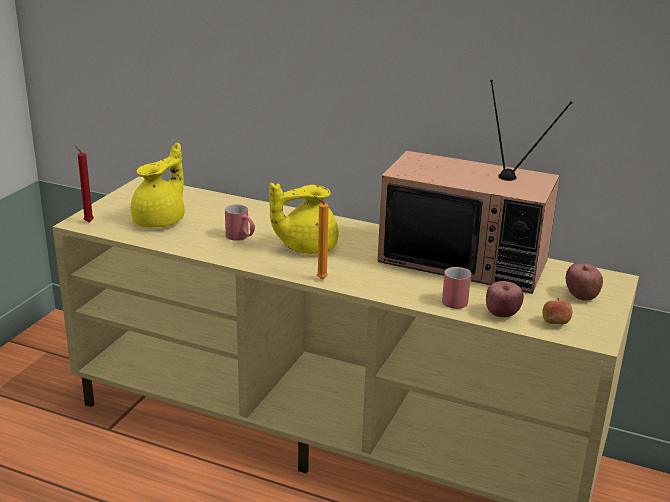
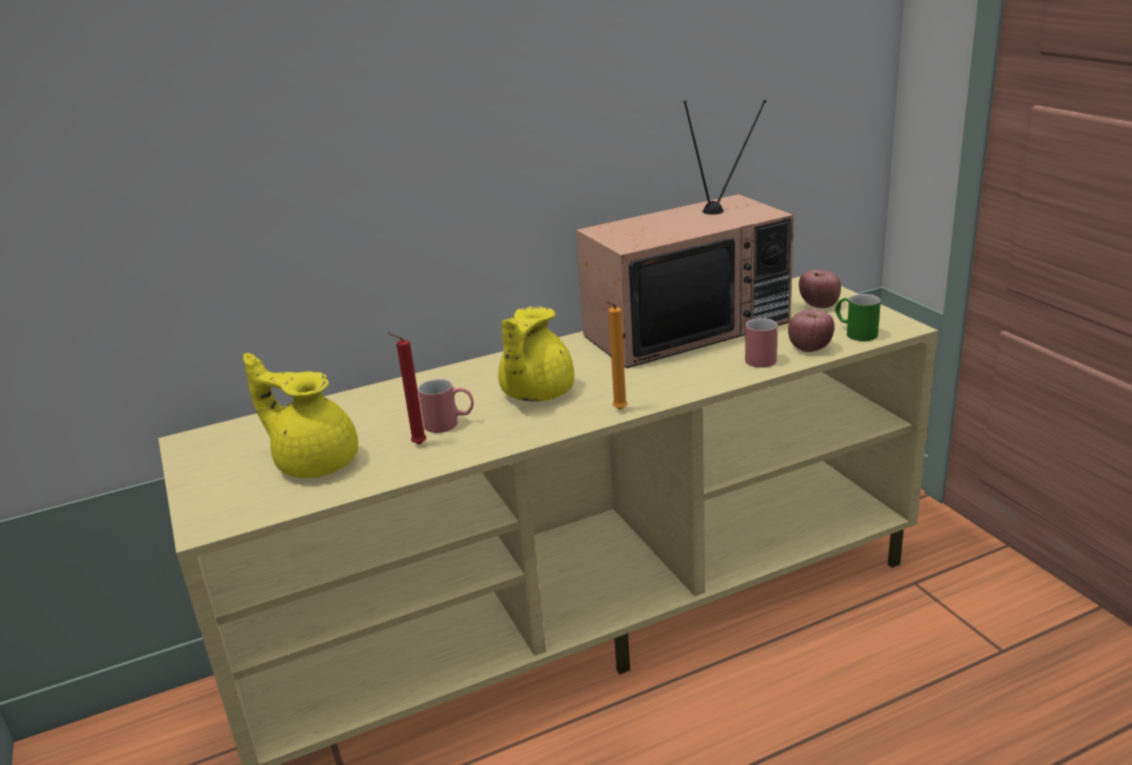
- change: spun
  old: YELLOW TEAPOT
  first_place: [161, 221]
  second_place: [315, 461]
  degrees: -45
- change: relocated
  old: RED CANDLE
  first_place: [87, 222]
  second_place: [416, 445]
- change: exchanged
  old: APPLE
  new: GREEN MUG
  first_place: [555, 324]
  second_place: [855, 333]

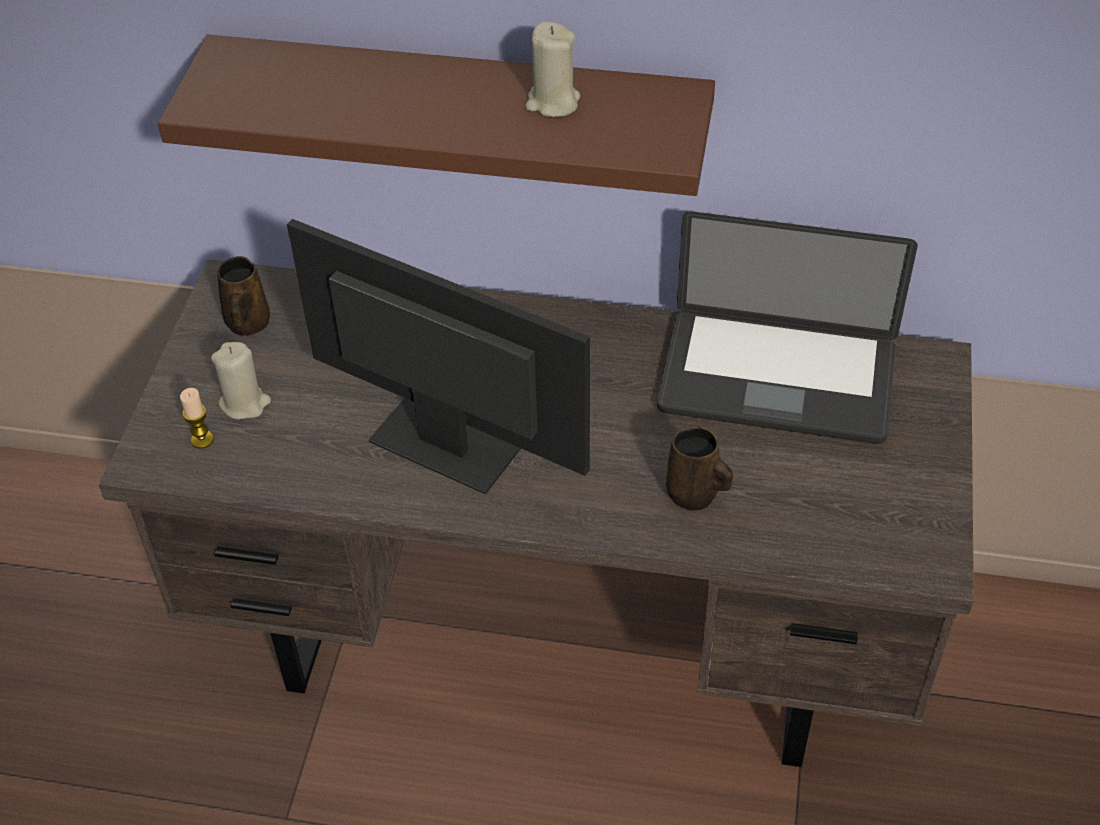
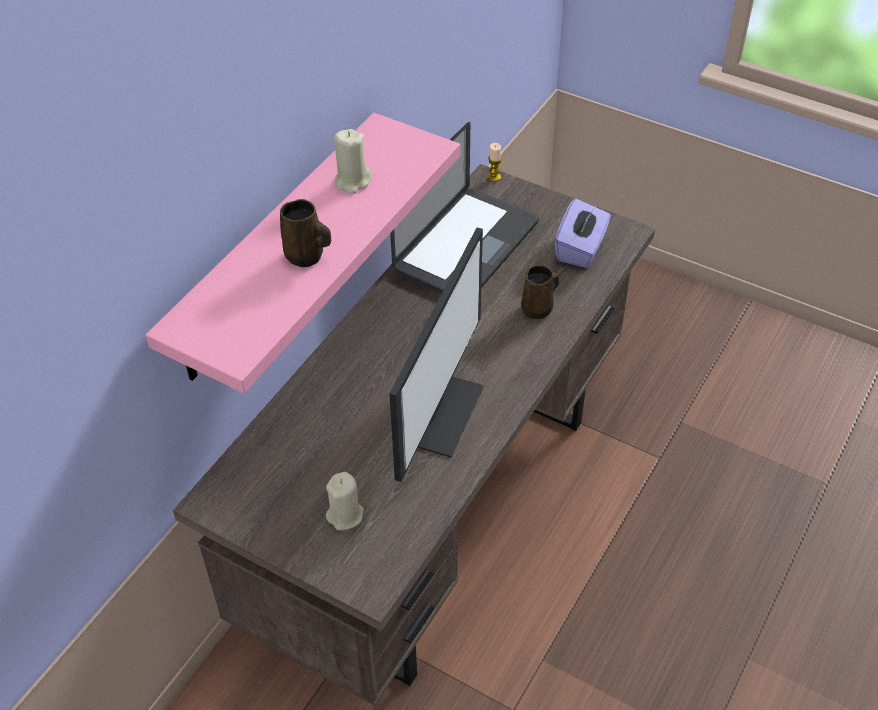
- change: colour
  old: BROWN SHELF
  new: PINK SHELF
  first_place: [459, 112]
  second_place: [275, 250]
- change: relocated
  old: BROWN MUG
  first_place: [247, 324]
  second_place: [306, 256]
- change: spun
  old: MONITOR
  first_place: [445, 441]
  second_place: [438, 411]
  degrees: 150
- change: relocated
  old: CANDLE
  first_place: [202, 440]
  second_place: [494, 177]
- change: appeared
  new: PURPLE TISSUE BOX
  second_place: [581, 249]

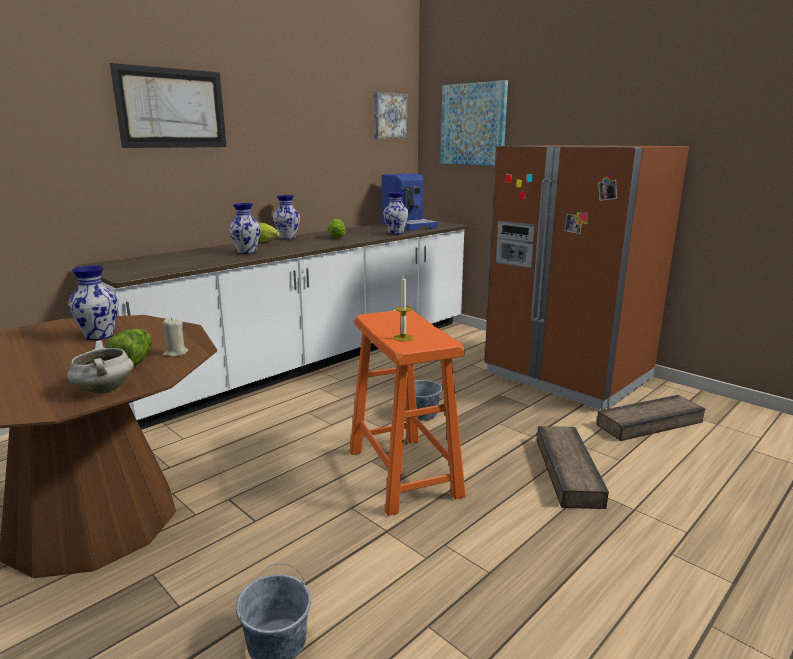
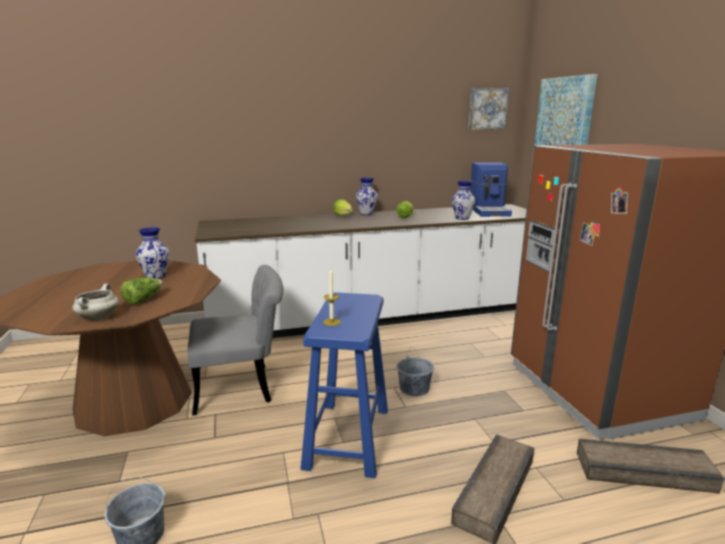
- change: appeared
  new: GREY CHAIR
  second_place: [242, 387]
- change: colour
  old: ORANGE STOOL
  new: BLUE STOOL
  first_place: [403, 472]
  second_place: [348, 437]
- change: missing
  old: PICTURE
  first_place: [172, 108]
- change: missing
  old: BEIGE CANDLE
  first_place: [175, 353]
- change: missing
  old: VASE
  first_place: [246, 252]

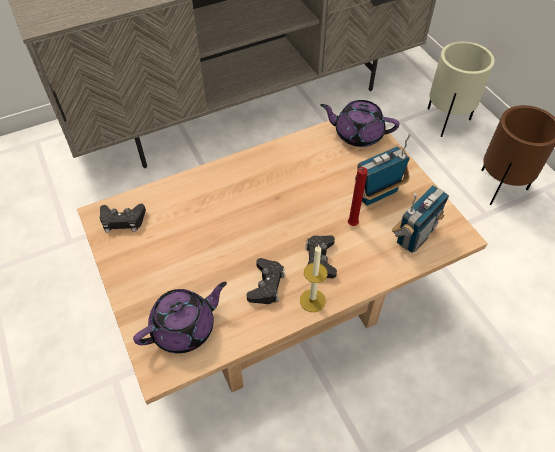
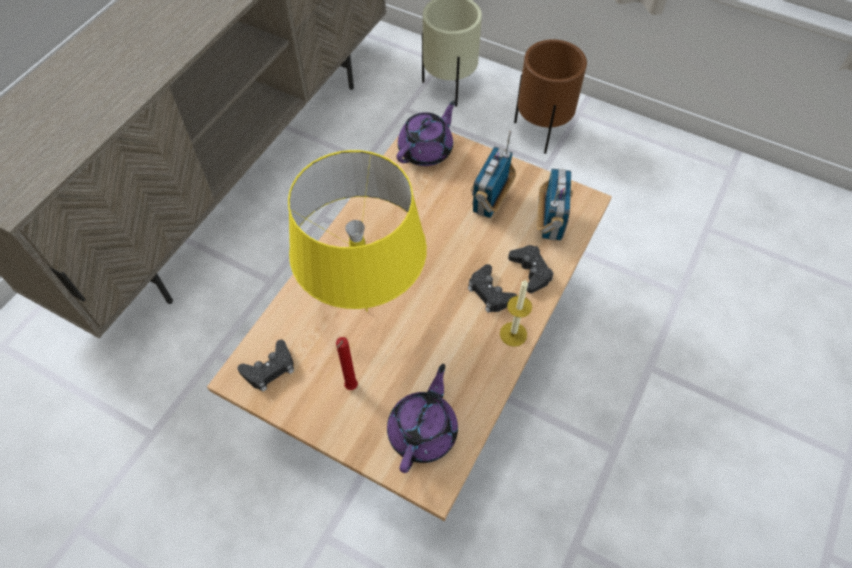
- change: appeared
  new: YELLOW TABLE LAMP
  second_place: [366, 311]
- change: relocated
  old: RED CANDLE
  first_place: [351, 225]
  second_place: [350, 388]
- change: spun
  old: PURPLE TEAPOT
  first_place: [357, 134]
  second_place: [426, 150]
  degrees: 150
- change: relocated
  old: BLACK GAME CONTROLLER
  first_place: [266, 285]
  second_place: [531, 271]

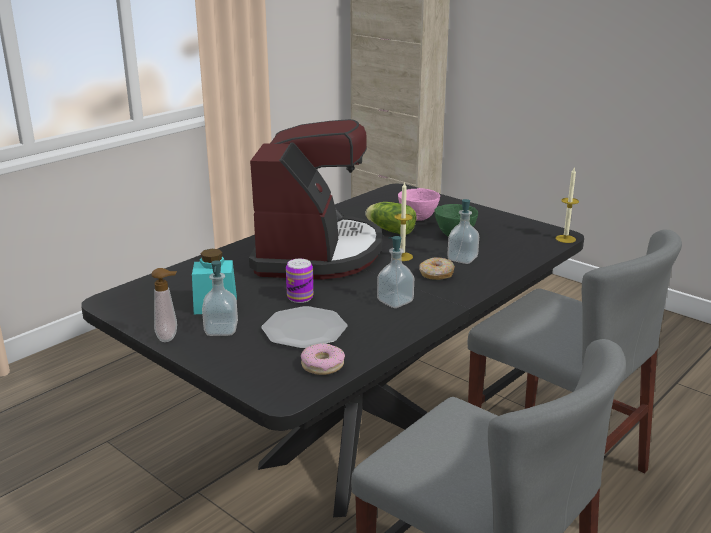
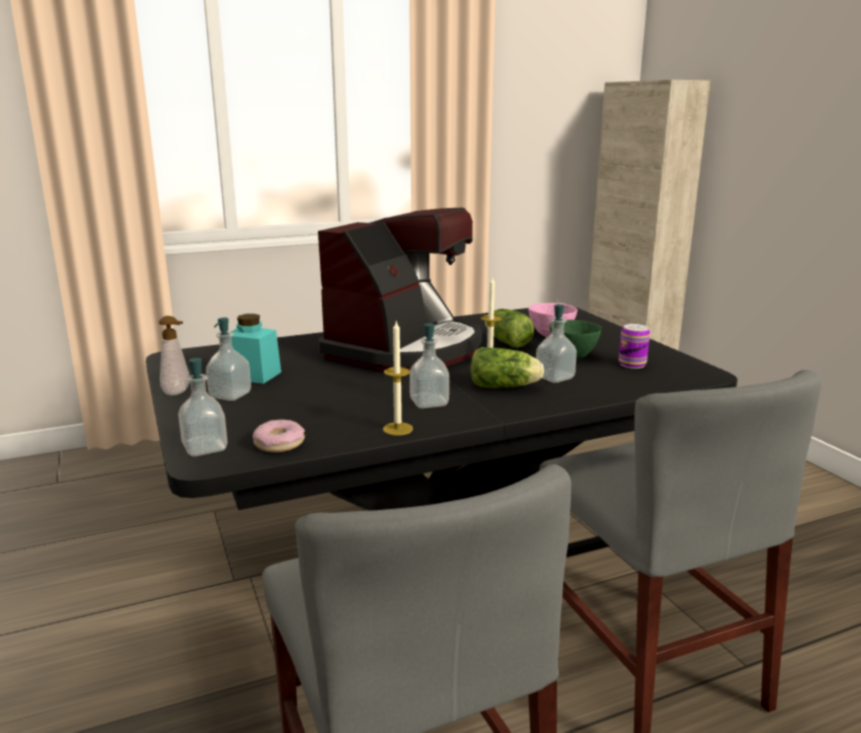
- change: appeared
  new: SOAP DISPENSER
  second_place: [205, 448]
- change: relocated
  old: CANDLE
  first_place: [565, 239]
  second_place: [398, 429]
- change: exchanged
  old: DONUT
  new: LETTUCE
  first_place: [436, 274]
  second_place: [506, 387]
- change: relocated
  old: CAN
  first_place: [300, 297]
  second_place: [632, 364]
- change: missing
  old: PLATE
  first_place: [304, 330]

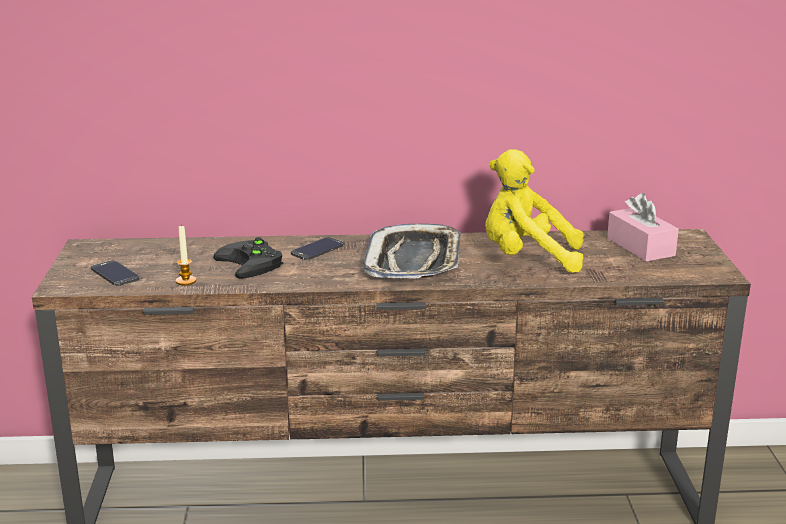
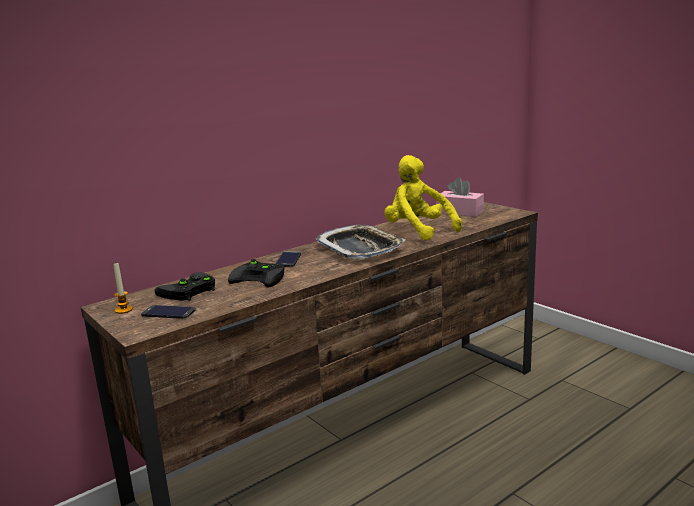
- change: relocated
  old: CANDLE
  first_place: [186, 281]
  second_place: [124, 310]
- change: appeared
  new: BLACK GAME CONTROLLER
  second_place: [187, 292]
- change: spun
  old: YELLOW PLUSH TOY
  first_place: [527, 259]
  second_place: [418, 231]
  degrees: 75

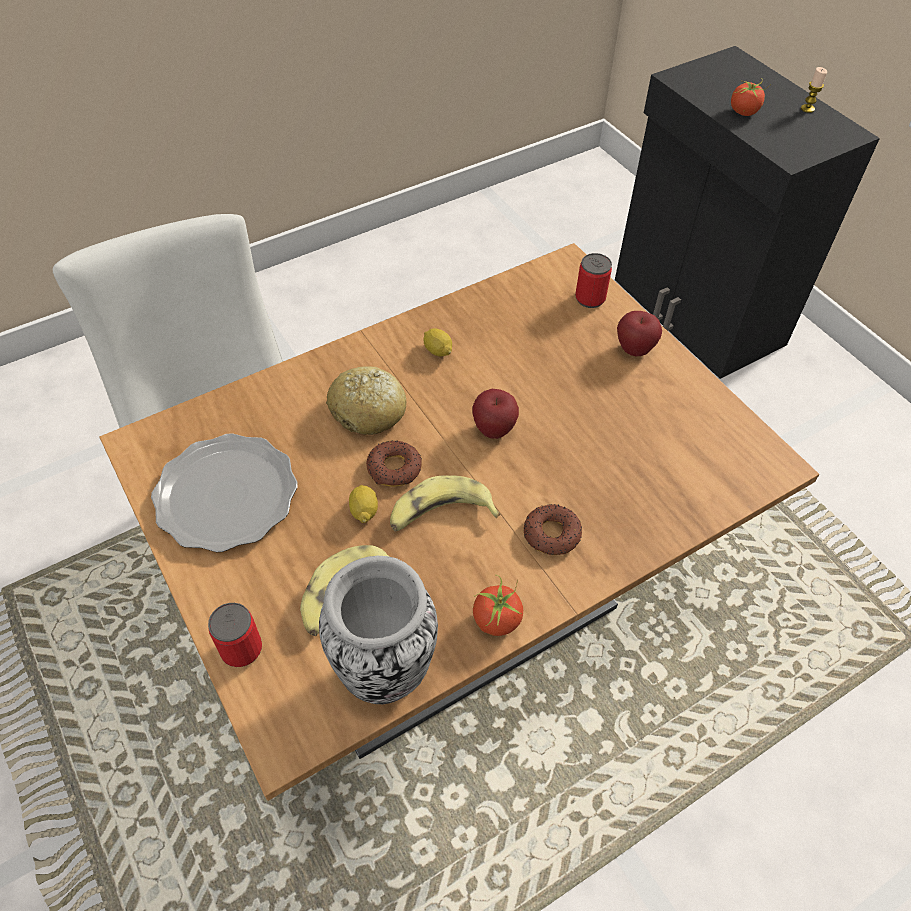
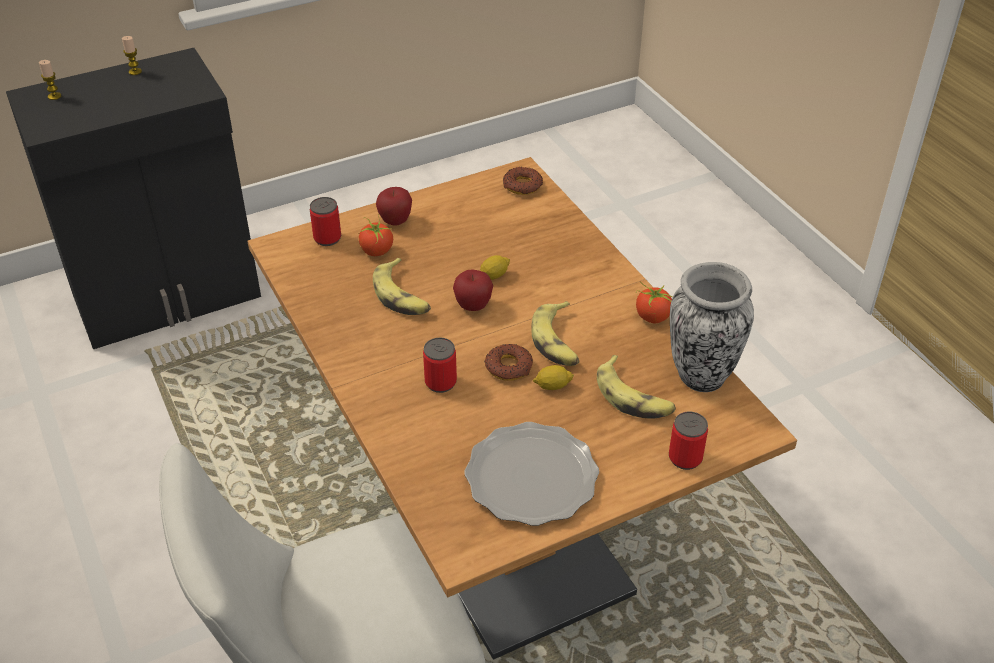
- change: appeared
  new: CANDLE
  second_place: [54, 96]
- change: relocated
  old: TOMATO
  first_place: [743, 112]
  second_place: [376, 251]
- change: appeared
  new: BANANA
  second_place: [402, 296]
- change: exchanged
  old: BREAD
  new: CAN
  first_place: [368, 410]
  second_place: [440, 382]
- change: relocated
  old: LEMON
  first_place: [437, 351]
  second_place: [494, 276]
- change: relocated
  old: DONUT
  first_place: [551, 534]
  second_place: [522, 185]

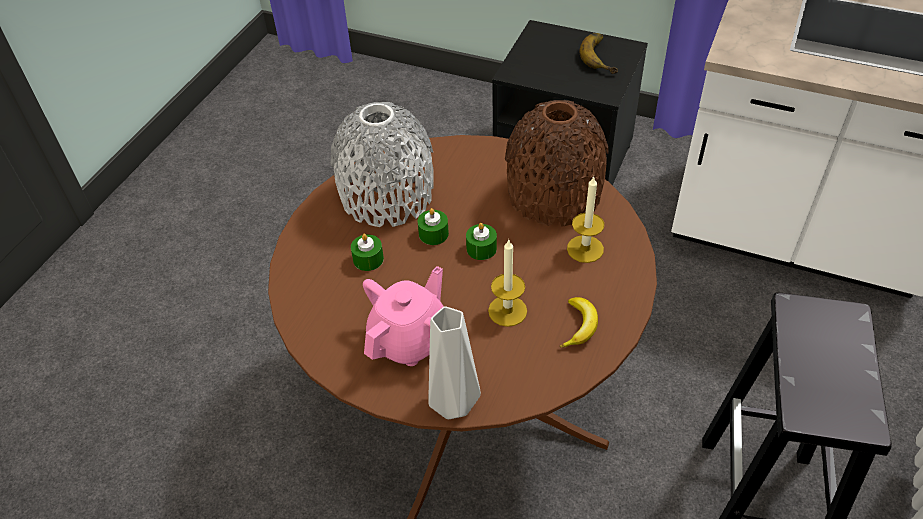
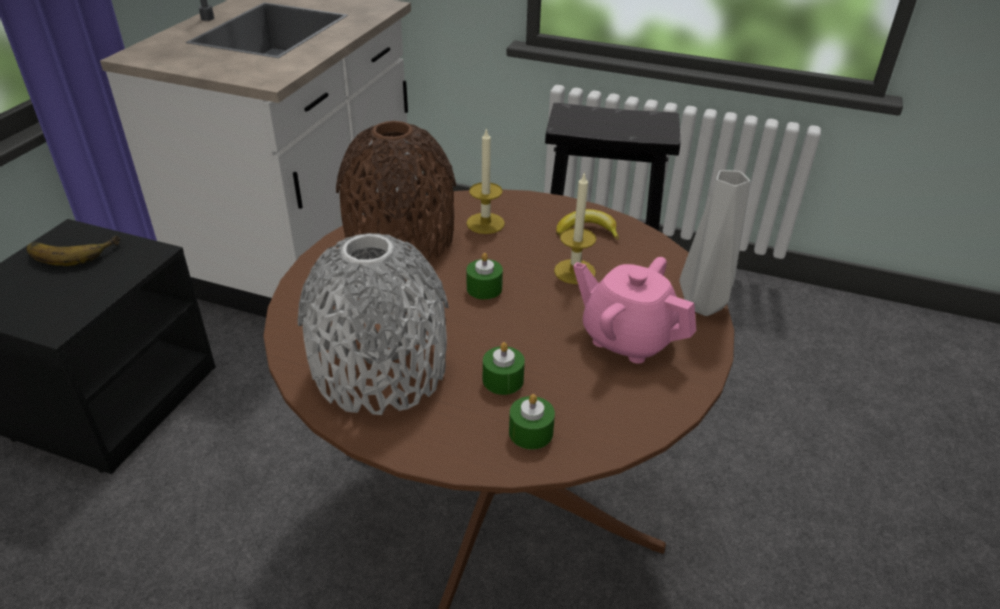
- change: relocated
  old: GREEN CANDLE
  first_place: [433, 234]
  second_place: [531, 432]

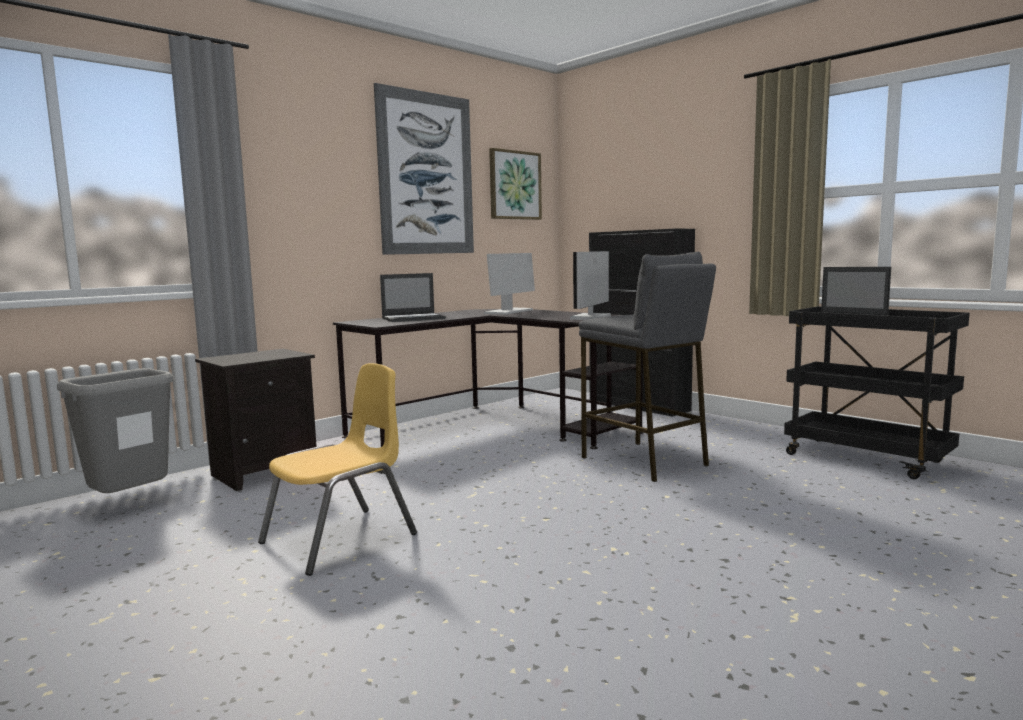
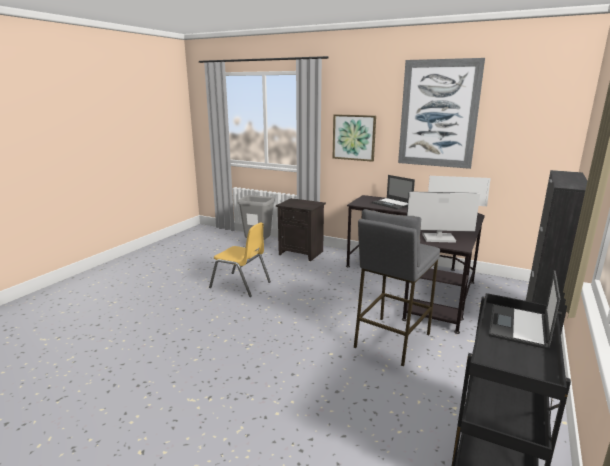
- change: relocated
  old: PICTURE
  first_place: [514, 185]
  second_place: [354, 137]

